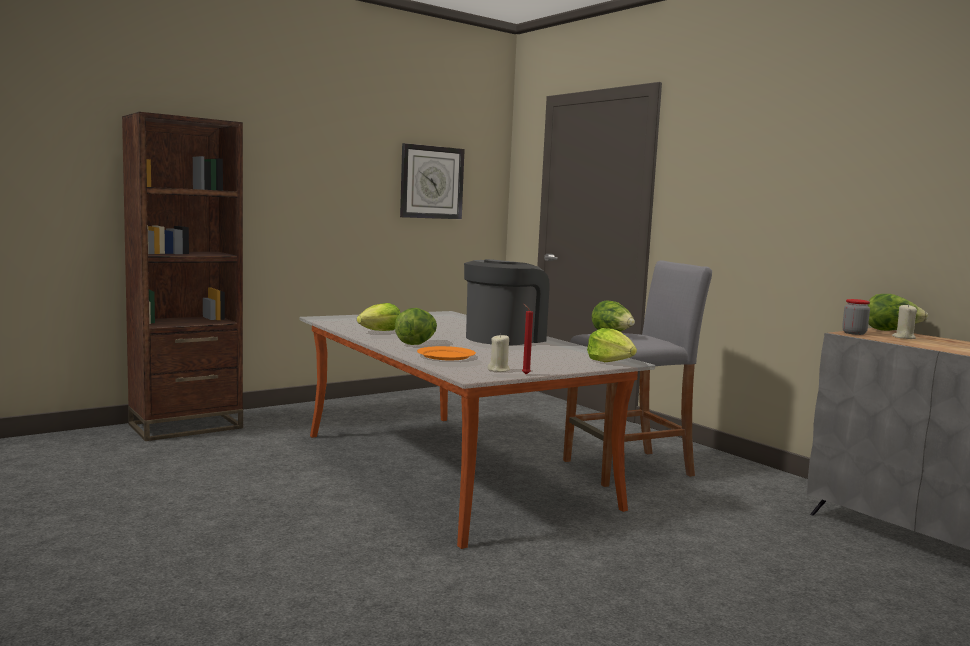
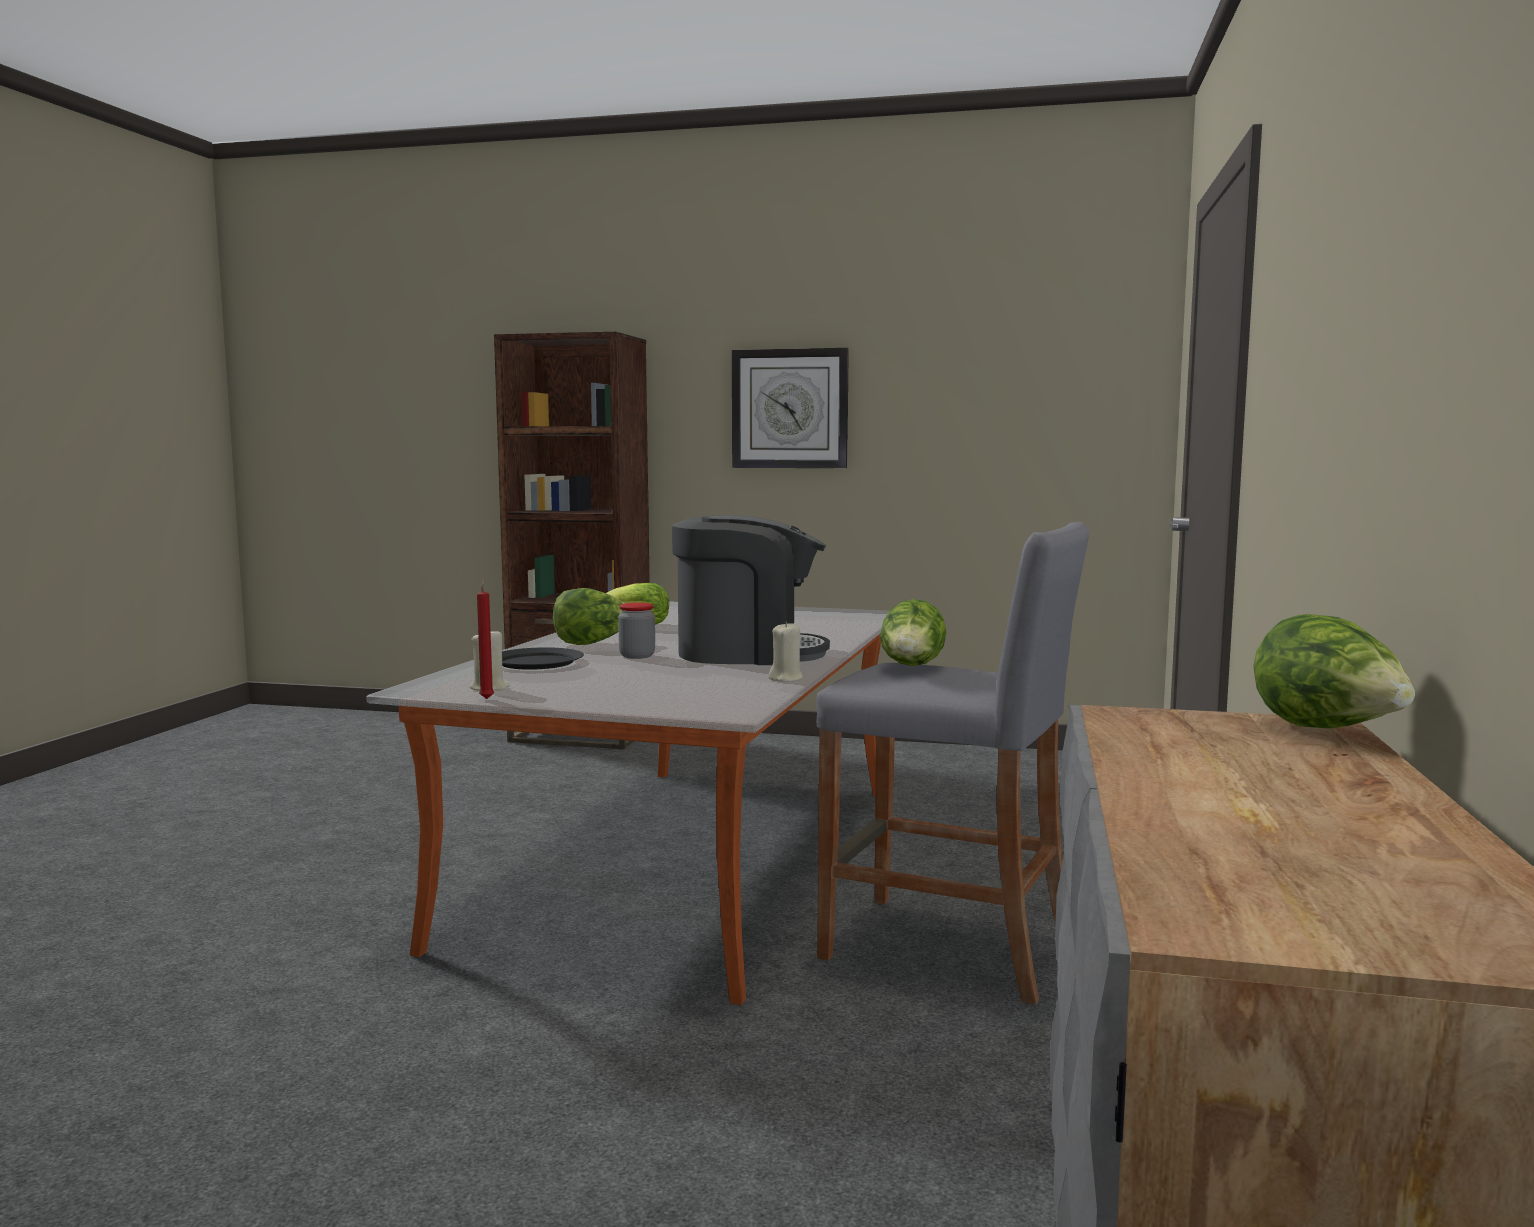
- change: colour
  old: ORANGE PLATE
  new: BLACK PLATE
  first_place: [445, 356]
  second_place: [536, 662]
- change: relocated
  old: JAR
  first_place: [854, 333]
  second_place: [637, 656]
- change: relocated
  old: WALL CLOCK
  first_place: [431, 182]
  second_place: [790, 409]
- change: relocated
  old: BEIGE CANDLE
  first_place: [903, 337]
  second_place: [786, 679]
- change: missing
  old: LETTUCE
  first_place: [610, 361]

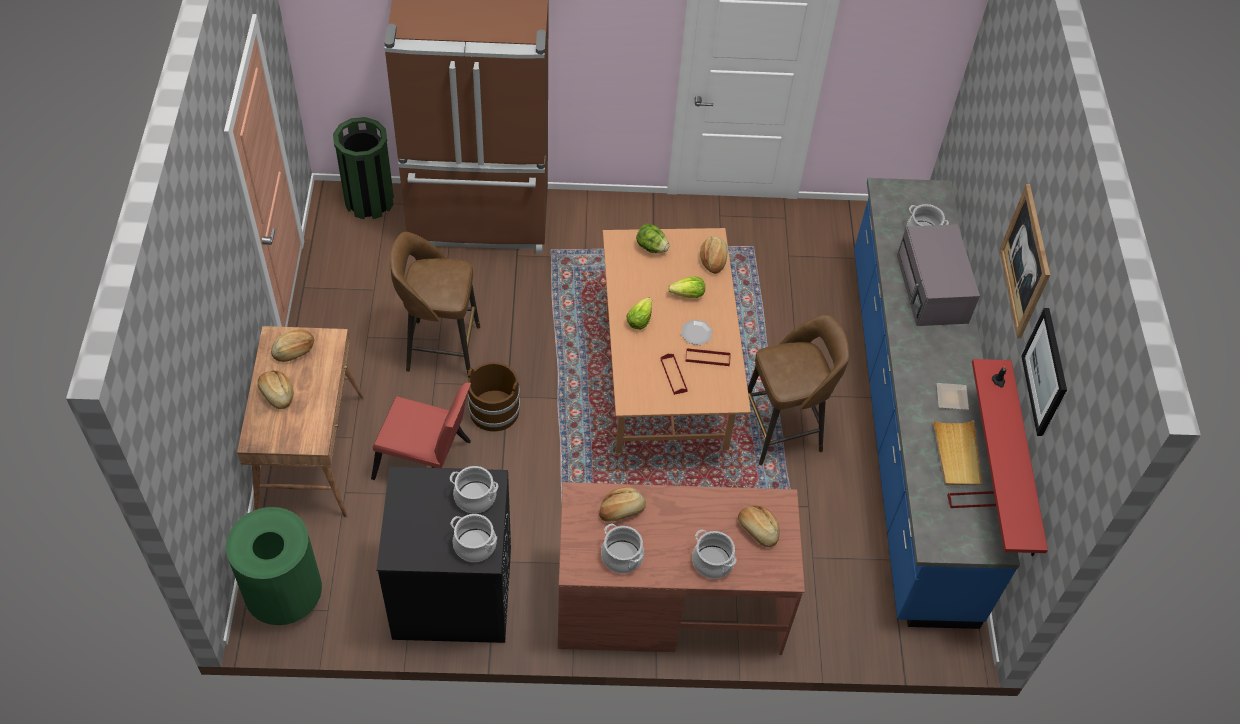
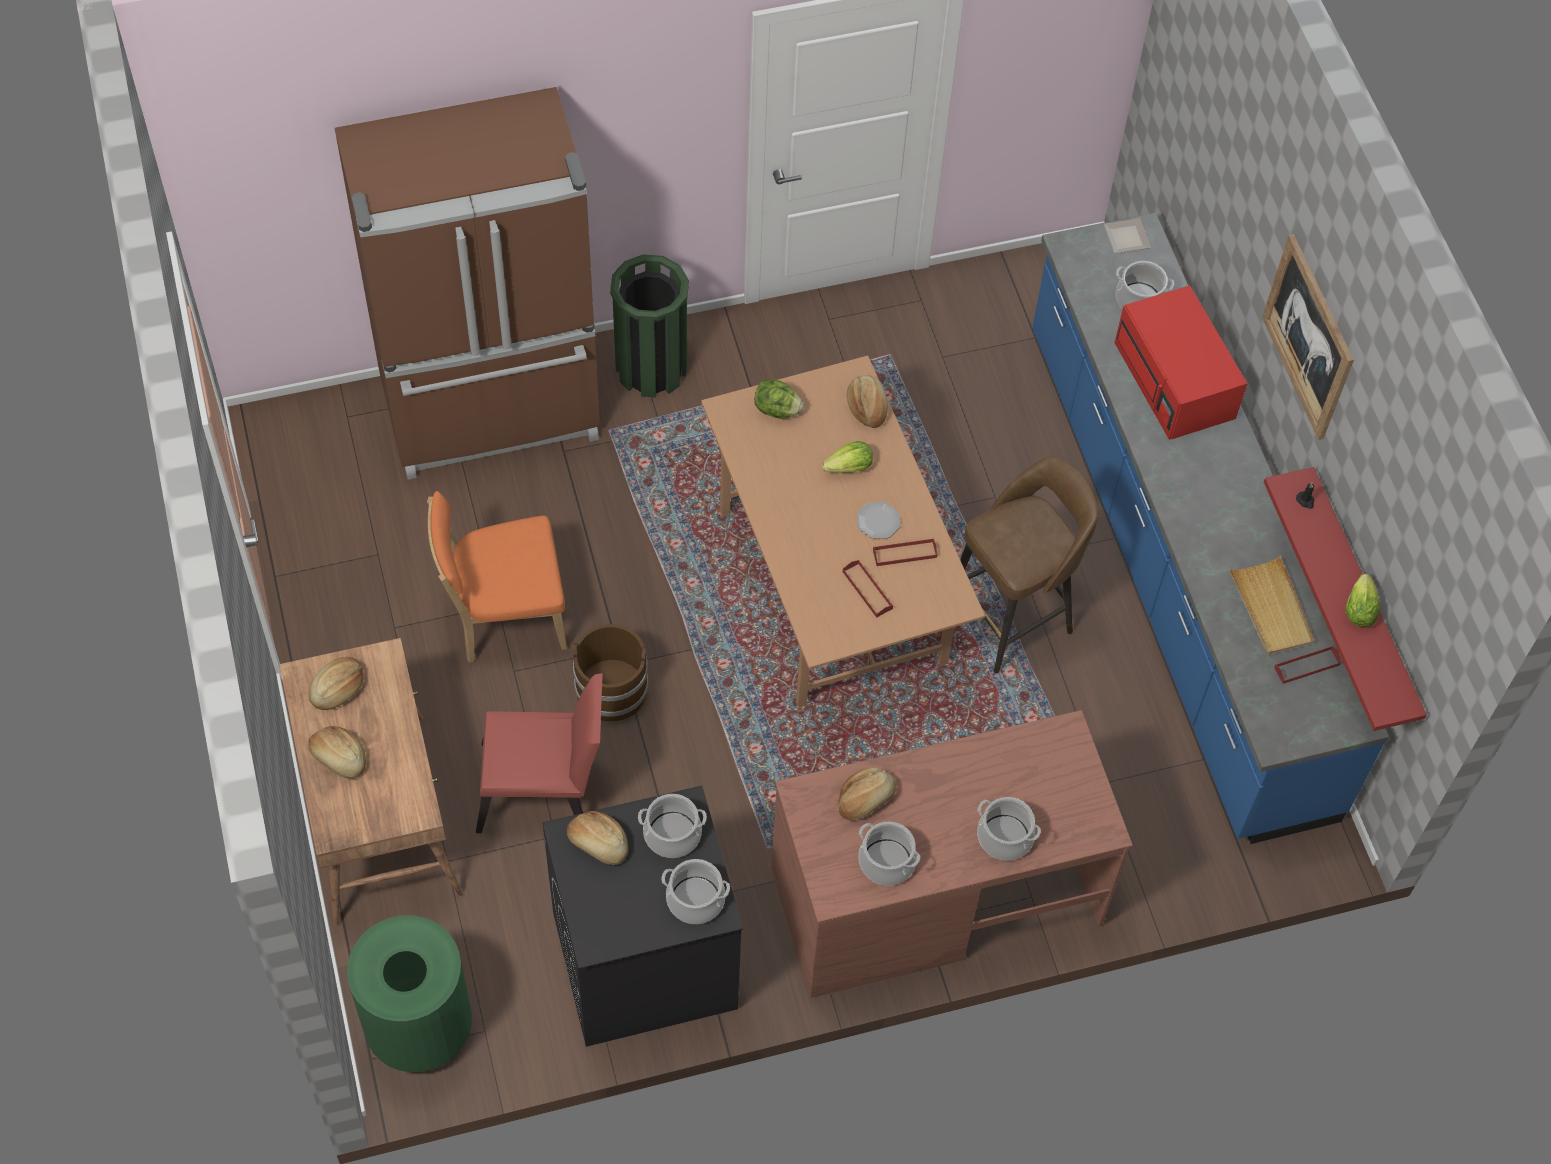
- change: exchanged
  old: BROWN STOOL
  new: ORANGE CHAIR
  first_place: [440, 348]
  second_place: [504, 617]
- change: relocated
  old: BREAD
  first_place: [757, 530]
  second_place: [598, 844]
- change: relocated
  old: GREEN TRASH CAN
  first_place: [369, 201]
  second_place: [651, 368]
- change: relocated
  old: PLATE
  first_place: [950, 396]
  second_place: [1124, 237]
- change: colour
  old: GREY MICROWAVE
  new: RED MICROWAVE
  first_place: [932, 290]
  second_place: [1175, 381]
- change: relocated
  old: LETTUCE
  first_place: [639, 320]
  second_place: [1358, 610]
- change: missing
  old: PICTURE
  first_place: [1045, 372]

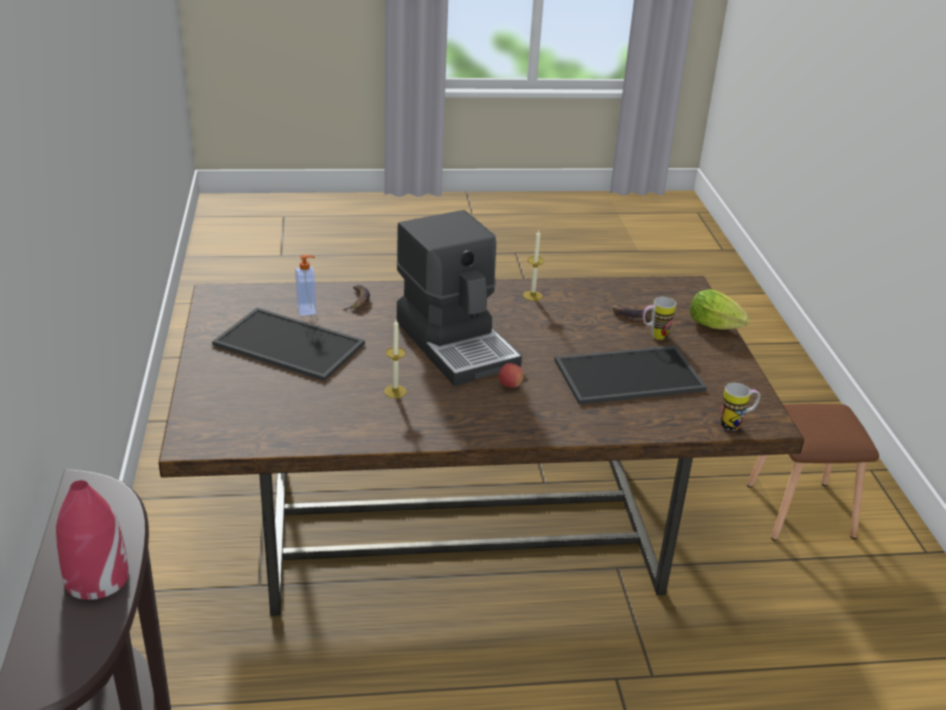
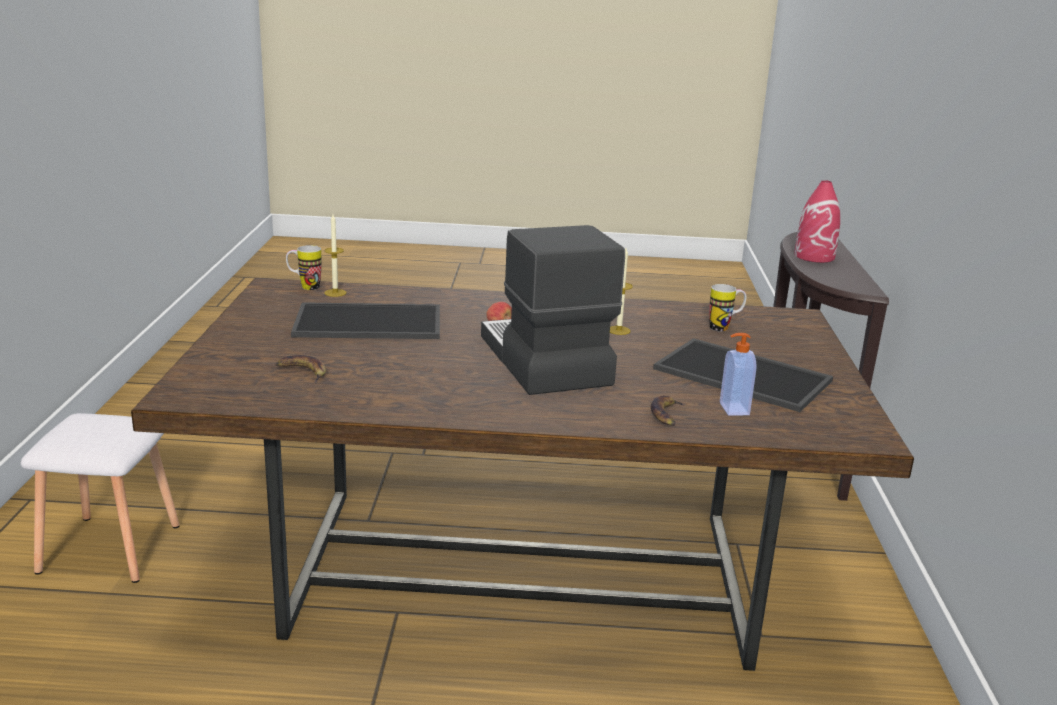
- change: colour
  old: BROWN STOOL
  new: WHITE STOOL
  first_place: [801, 511]
  second_place: [109, 547]
- change: relocated
  old: CANDLE
  first_place: [532, 295]
  second_place: [335, 293]
- change: relocated
  old: MUG
  first_place: [654, 336]
  second_place: [724, 328]
- change: missing
  old: LETTUCE
  first_place: [717, 327]

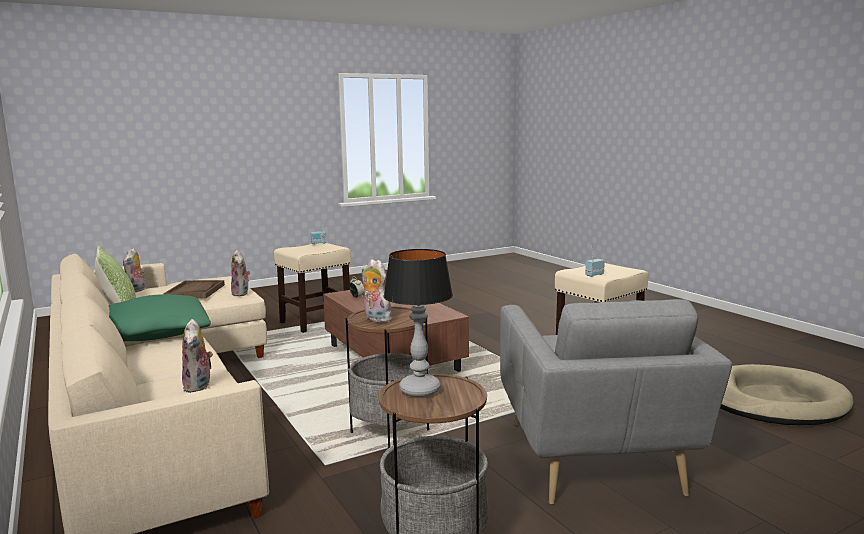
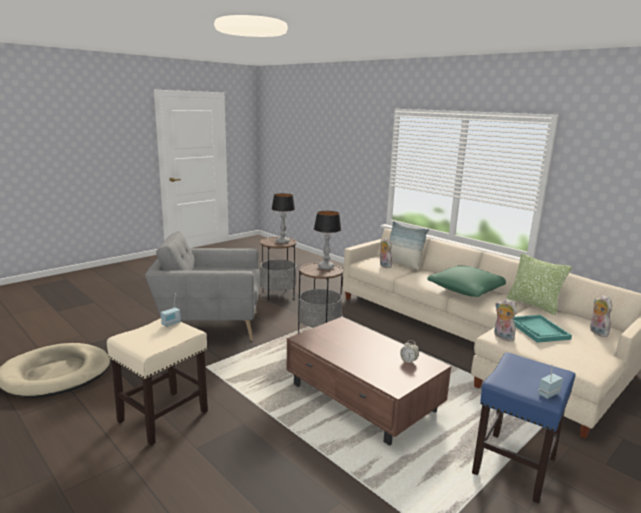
- change: spun
  old: GREY ARMCHAIR
  first_place: [593, 461]
  second_place: [210, 325]
  degrees: -75
- change: exchanged
  old: PLUSH TOY
  new: TABLE LAMP
  first_place: [375, 319]
  second_place: [325, 267]
- change: appeared
  new: PILLOW
  second_place: [402, 264]
- change: colour
  old: BEIGE STOOL
  new: BLUE STOOL
  first_place: [316, 321]
  second_place: [514, 466]
- change: colour
  old: BROWN TRAY
  new: TURQUOISE TRAY
  first_place: [195, 291]
  second_place: [538, 330]

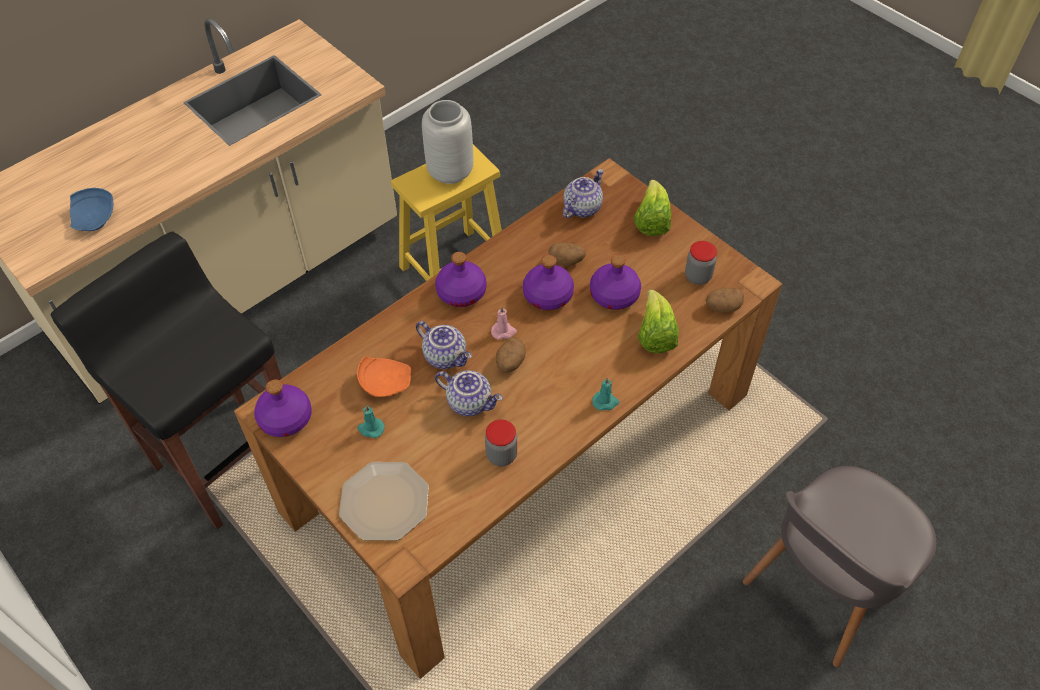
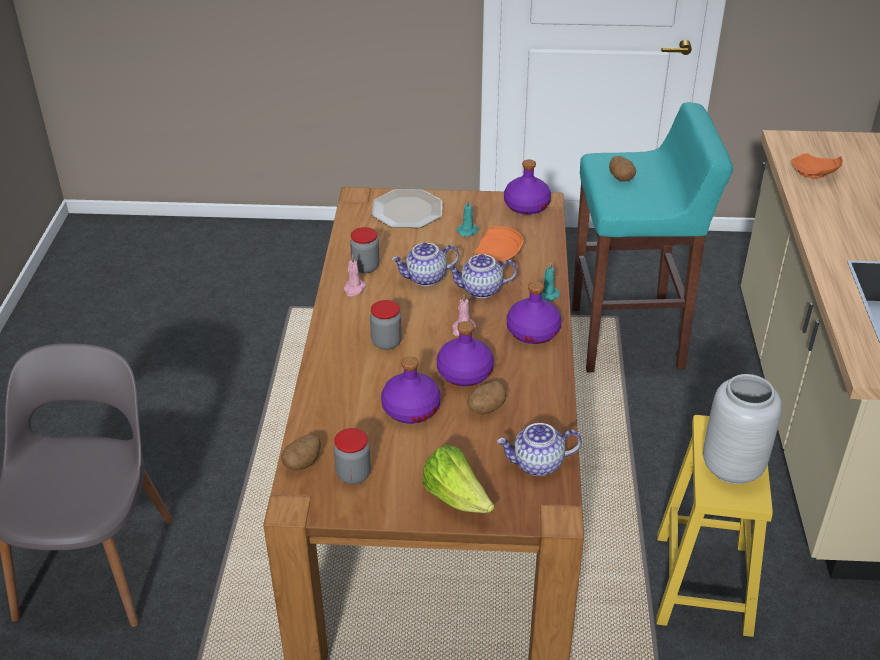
- change: appeared
  new: PINK CANDLE
  second_place: [354, 289]
- change: appeared
  new: JAR
  second_place: [386, 342]
- change: spun
  old: TEAPOT
  first_place: [582, 207]
  second_place: [537, 464]
  degrees: 90
- change: relocated
  old: TURQUOISE CANDLE
  first_place: [605, 402]
  second_place: [547, 296]
- change: colour
  old: BLACK STOOL
  new: TURQUOISE STOOL
  first_place: [228, 458]
  second_place: [629, 338]
- change: relocated
  old: POTATO
  first_place: [510, 363]
  second_place: [621, 177]
- change: colour
  old: BLUE PLATE
  new: ORANGE PLATE
  first_place: [94, 218]
  second_place: [814, 173]
- change: missing
  old: LETTUCE
  first_place: [655, 335]

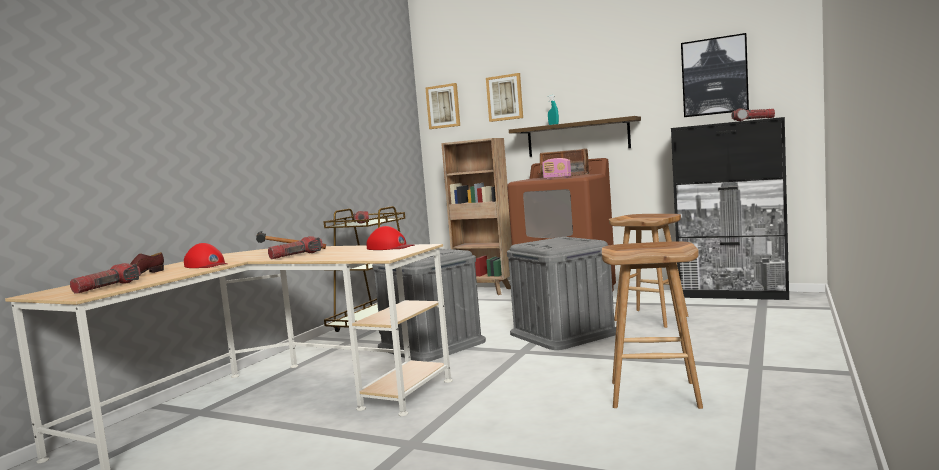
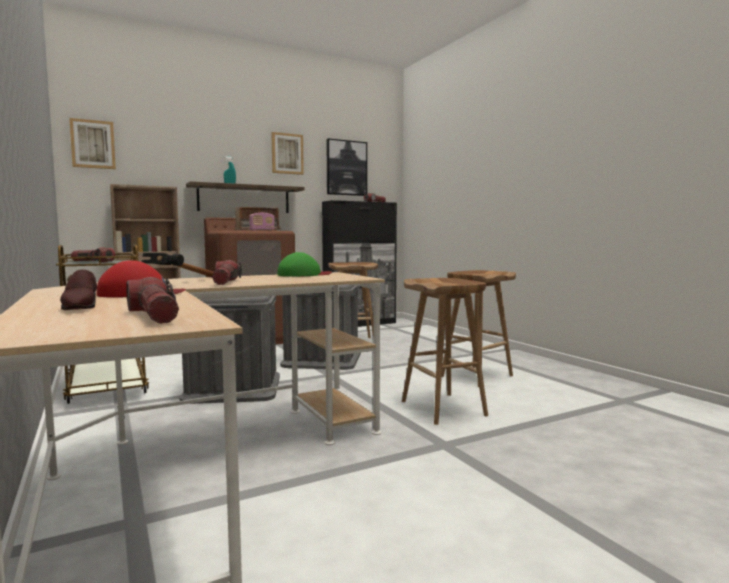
- change: relocated
  old: PICTURE
  first_place: [505, 97]
  second_place: [287, 154]
- change: colour
  old: RED CAP
  new: GREEN CAP
  first_place: [390, 247]
  second_place: [303, 275]
- change: appeared
  new: BROWN STOOL
  second_place: [444, 408]

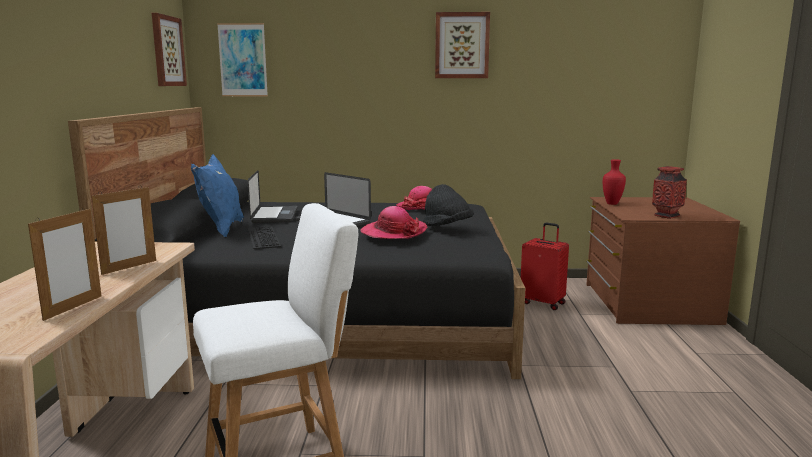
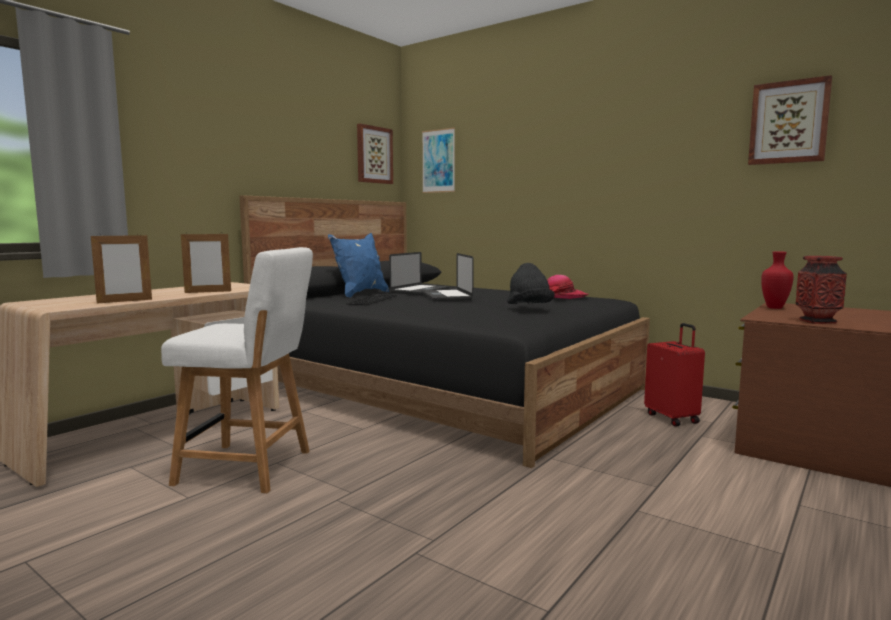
- change: relocated
  old: PICTURE
  first_place: [462, 45]
  second_place: [788, 122]
- change: missing
  old: HAT
  first_place: [393, 232]

